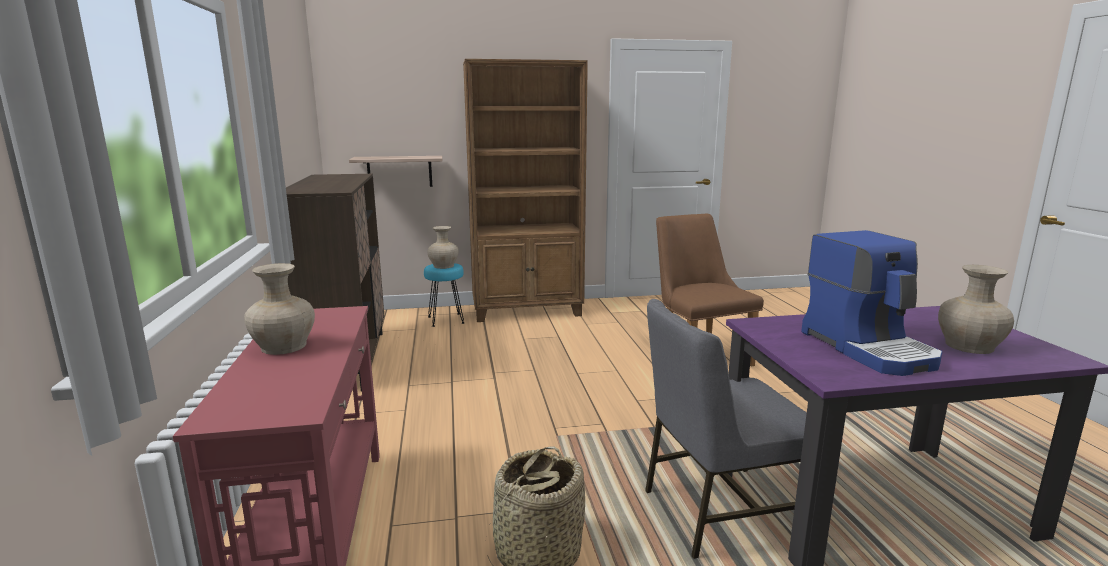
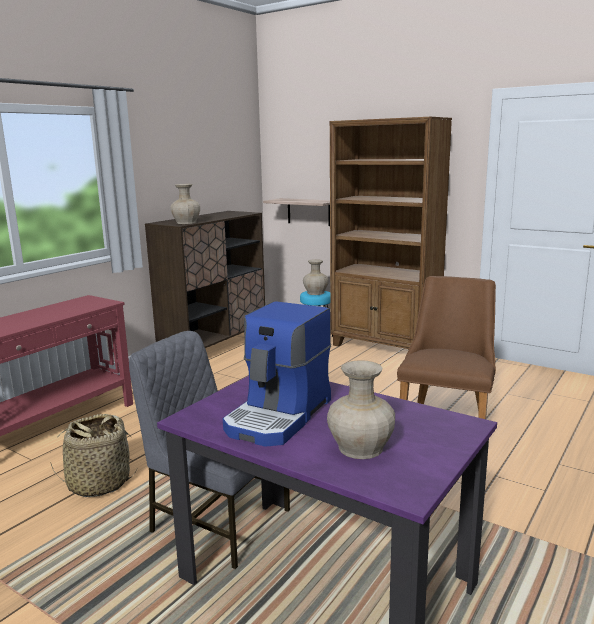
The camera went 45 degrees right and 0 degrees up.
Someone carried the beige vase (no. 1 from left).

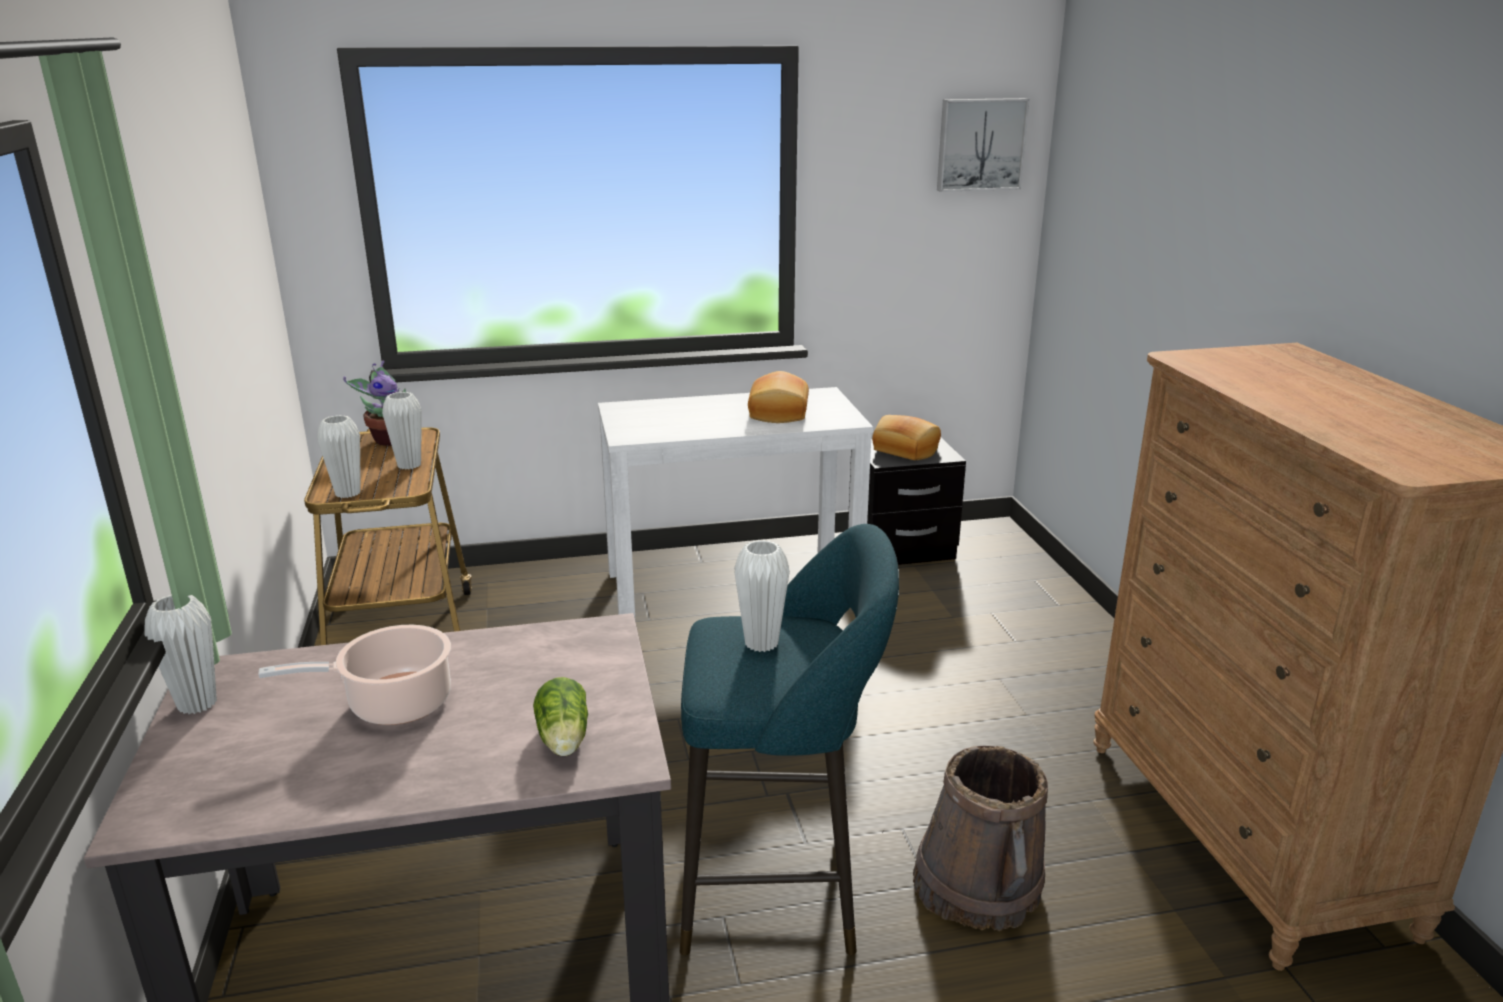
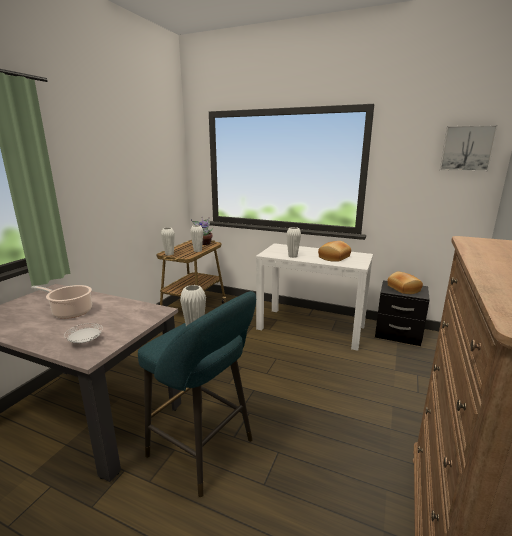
The camera went 35 degrees right and 5 degrees down.
Someone took away the brown bucket.
Someone carried the white vase (no. 1 from left in the first image).
Someone swapped the lettuce for the white plate.

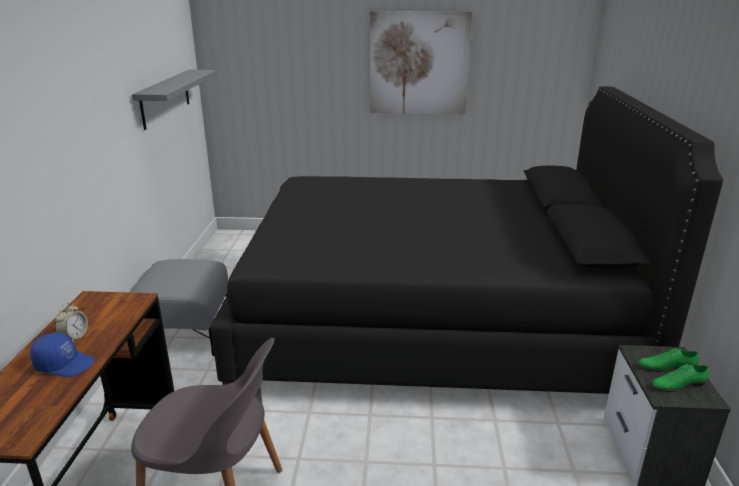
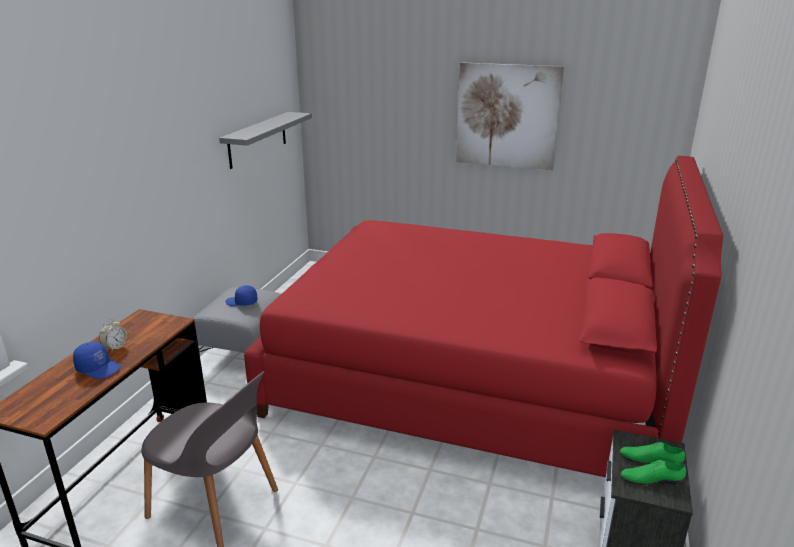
The camera went 15 degrees right and 0 degrees up.
Someone put down the blue cap (no. 2 from left).
Someone repainted the black bed, which became the red bed.

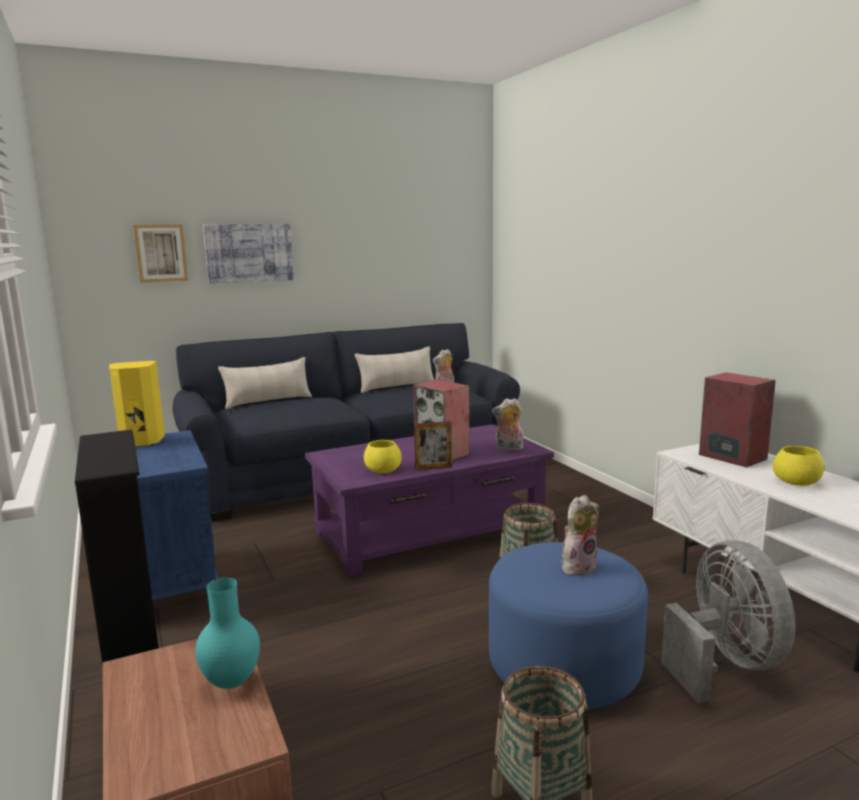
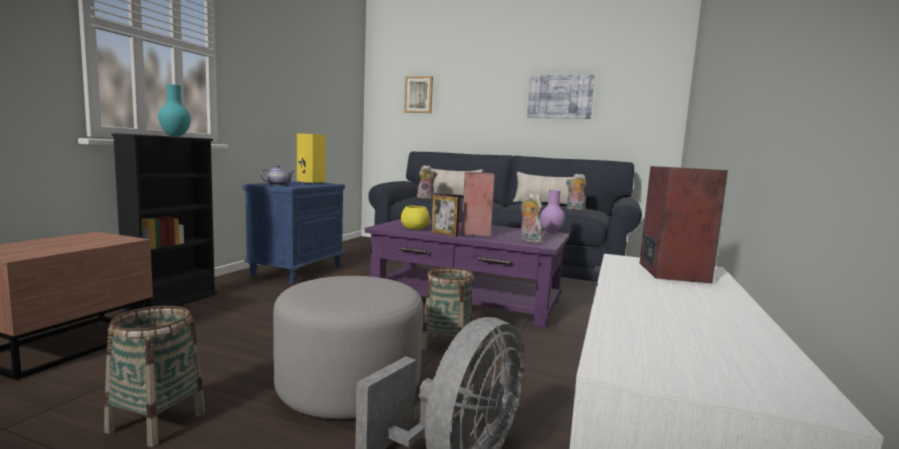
The camera went 45 degrees right and 5 degrees down.
Someone took away the yellow bowl (no. 2 from left).
Someone put down the teapot.
Someone put down the purple vase.
Someone carried the turquoise vase.
Someone carried the picture (no. 2 from left).
Someone carried the plush toy (no. 3 from left in the first image).
Someone repainted the blue ottoman, which became the grey ottoman.

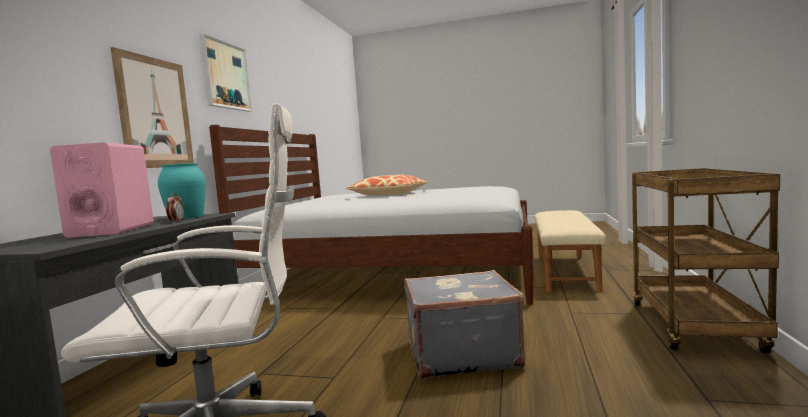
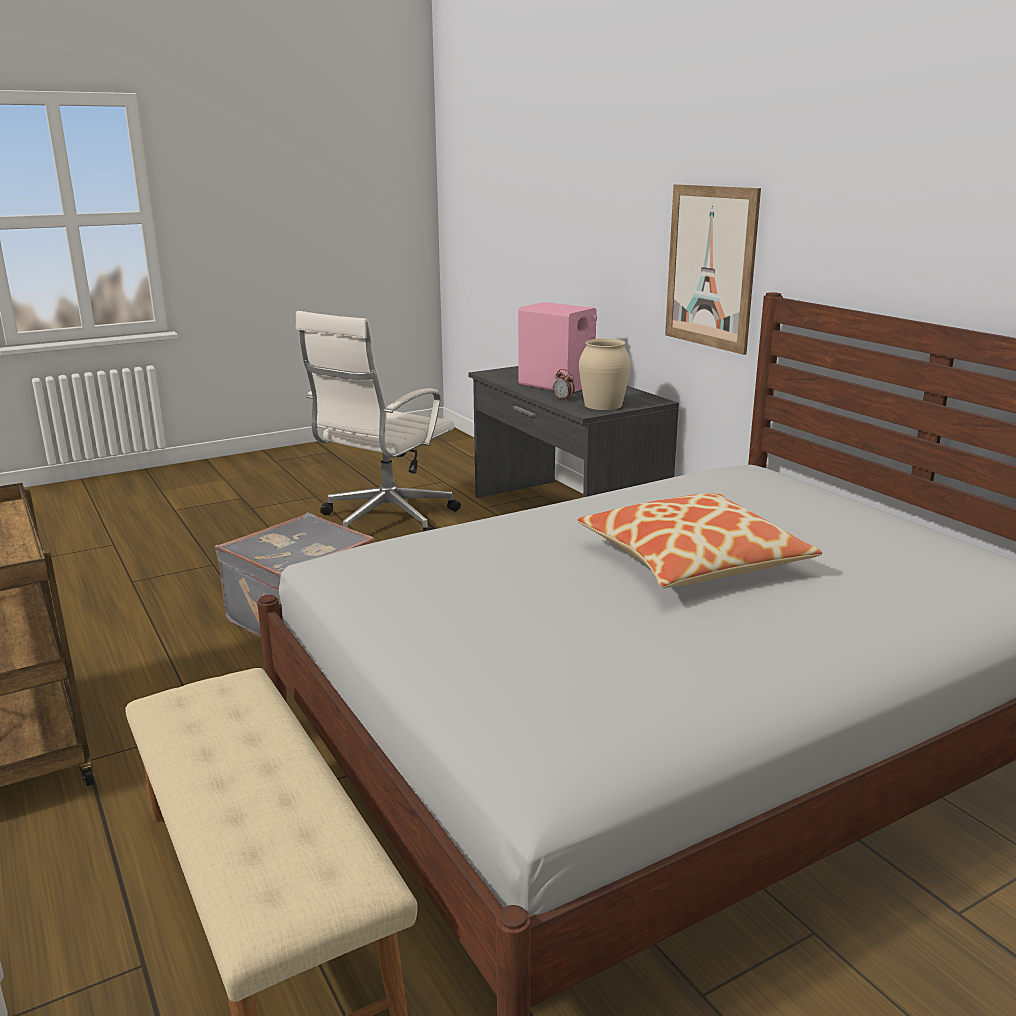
The camera went 135 degrees right and 15 degrees up.
Someone took away the picture (no. 2 from left).
Someone repainted the turquoise vase, which became the beige vase.

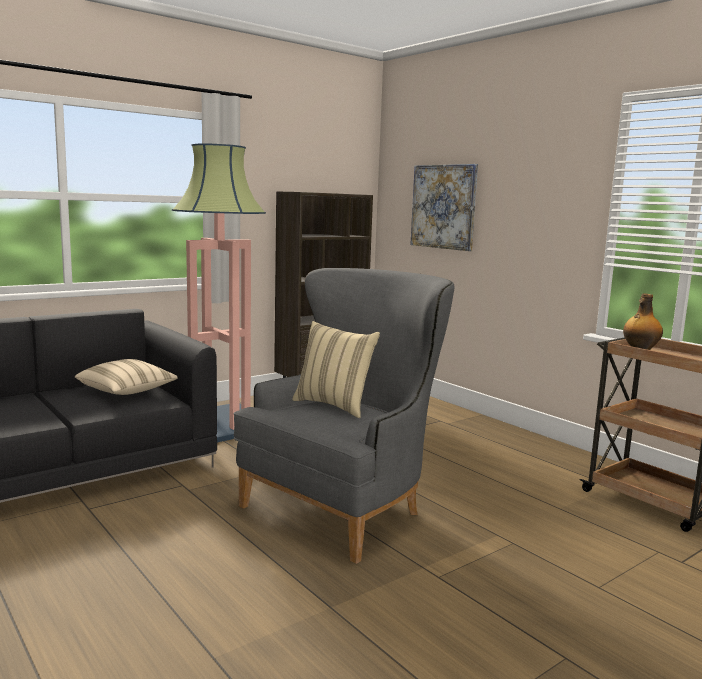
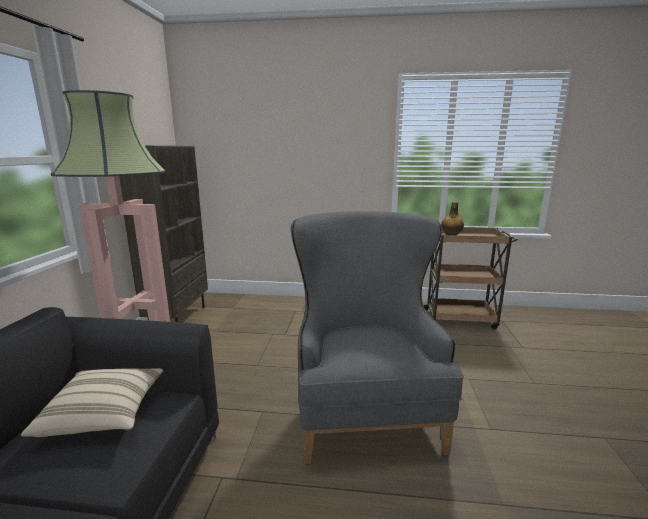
The camera went 45 degrees left and 5 degrees up.
Someone took away the beige pillow (no. 2 from left).
Someone took away the picture.

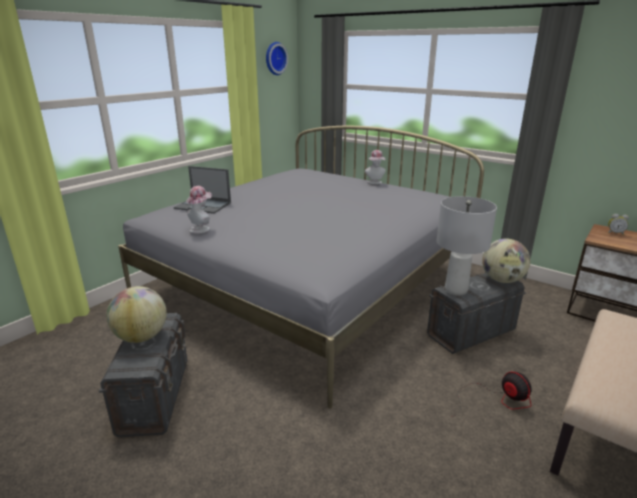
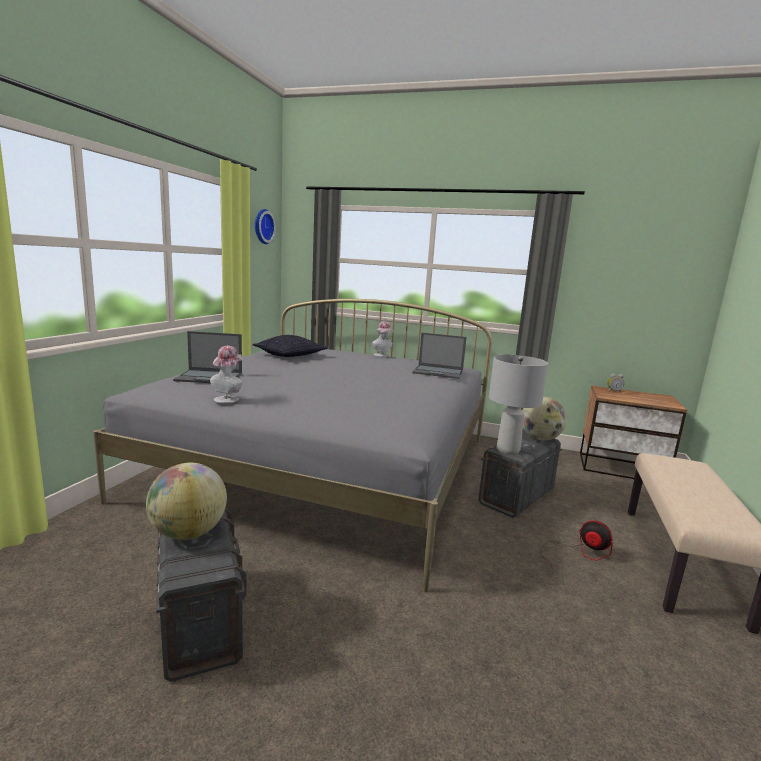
The camera went 20 degrees left and 10 degrees down.
Someone put down the pillow.
Someone put down the laptop (no. 2 from left).

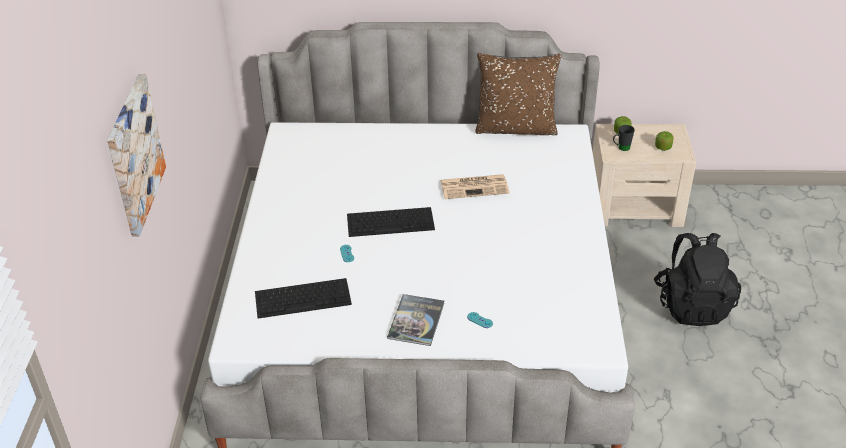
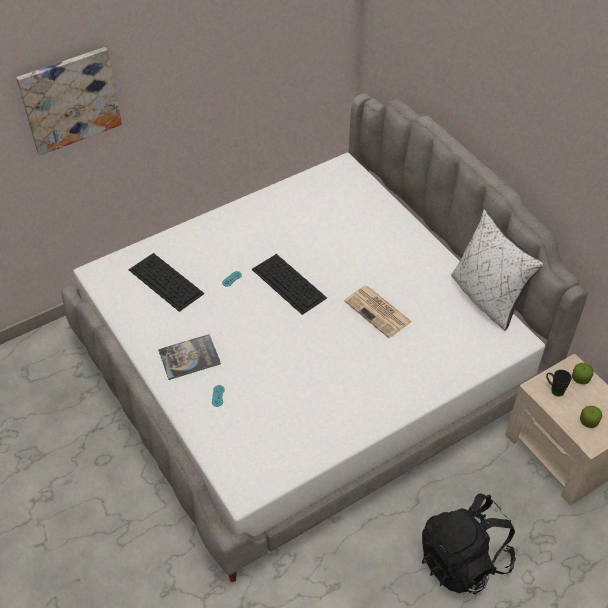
The camera went 55 degrees right and 10 degrees up.
Someone repainted the brown pillow, which became the white pillow.

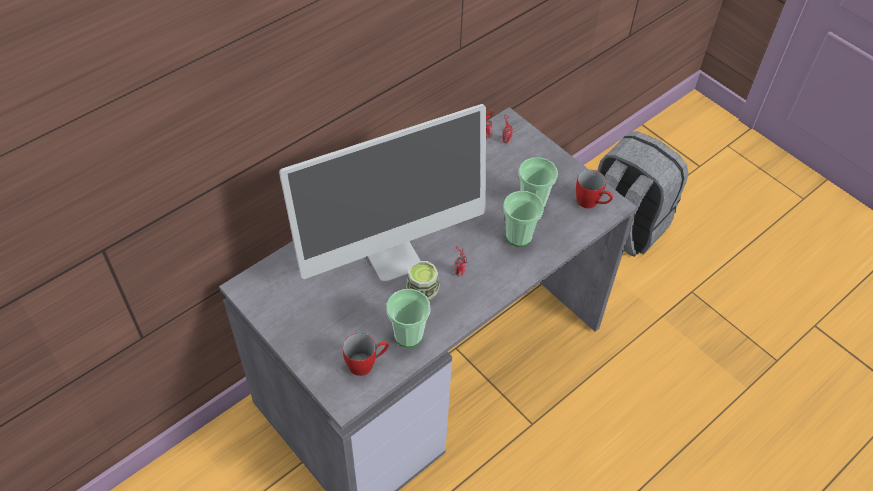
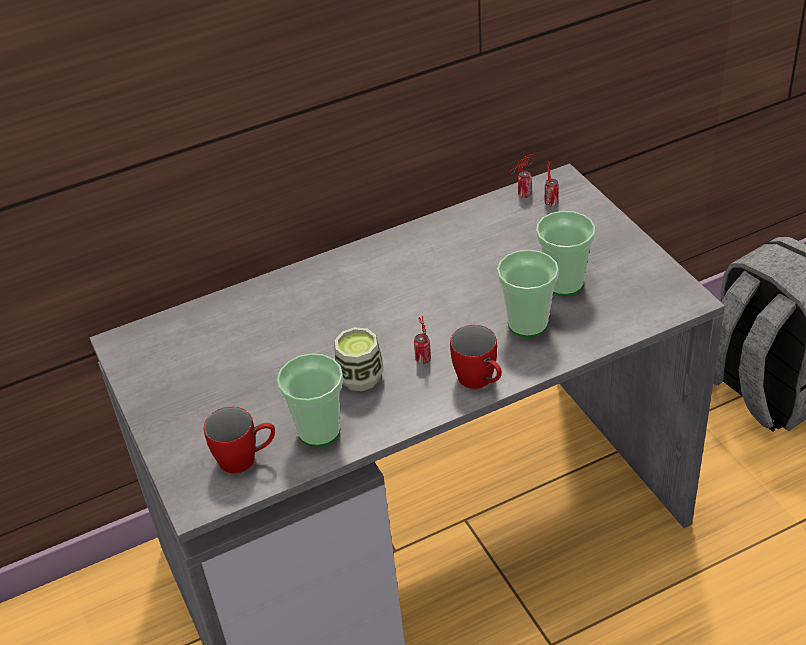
The camera went 20 degrees right and 10 degrees down.
Someone took away the monitor.
Someone carried the red mug (no. 2 from left).

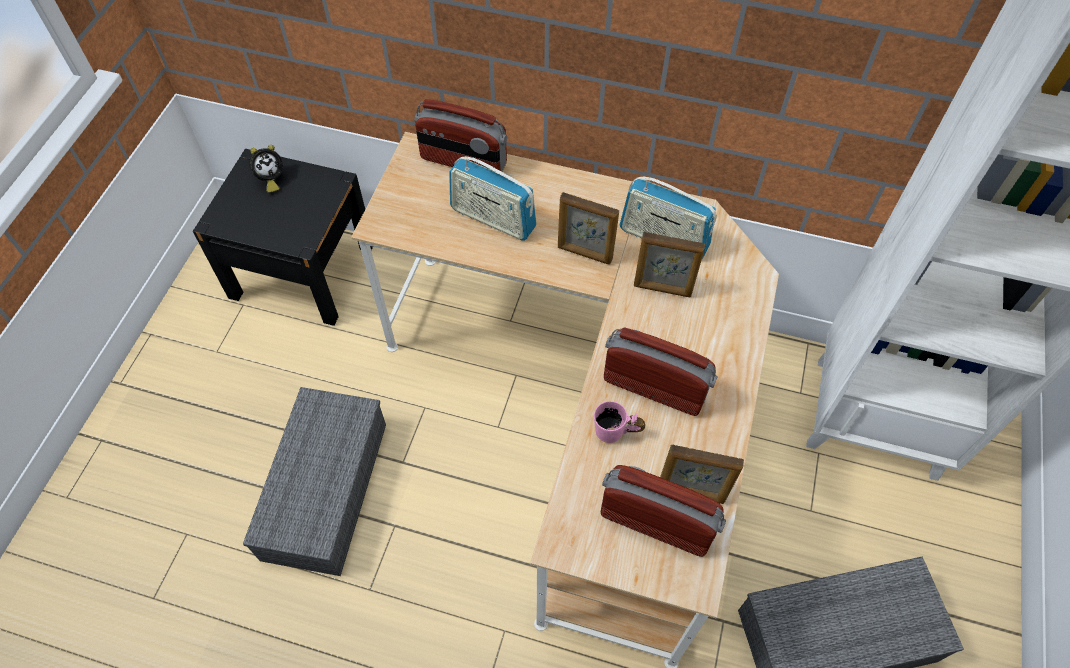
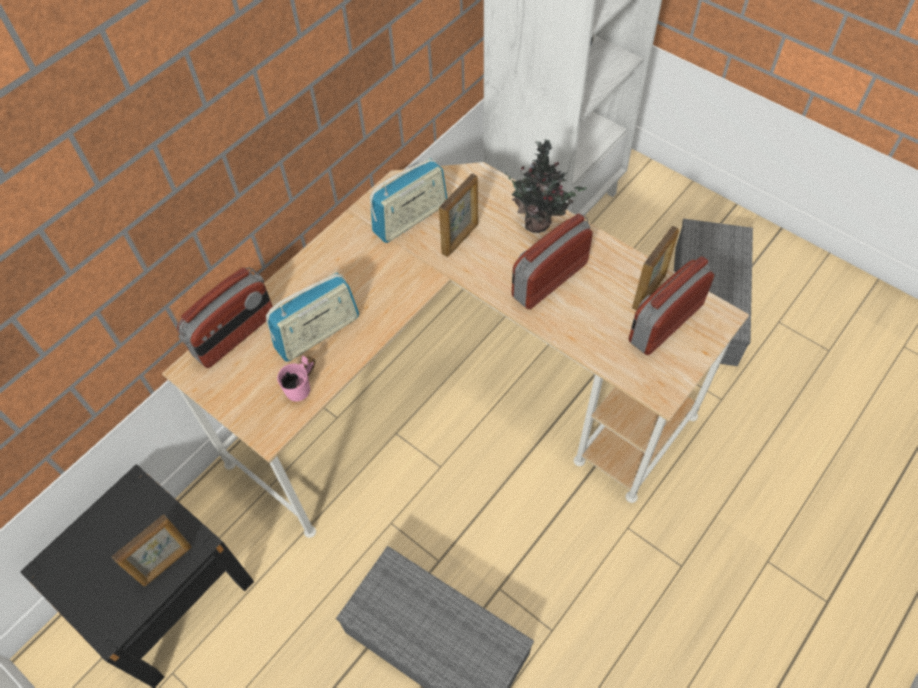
The camera went 65 degrees left and 0 degrees up.
Someone took away the alarm clock.
Someone put down the potted plant.
Someone carried the picture frame (no. 1 from left).
Someone carried the pink mug.

